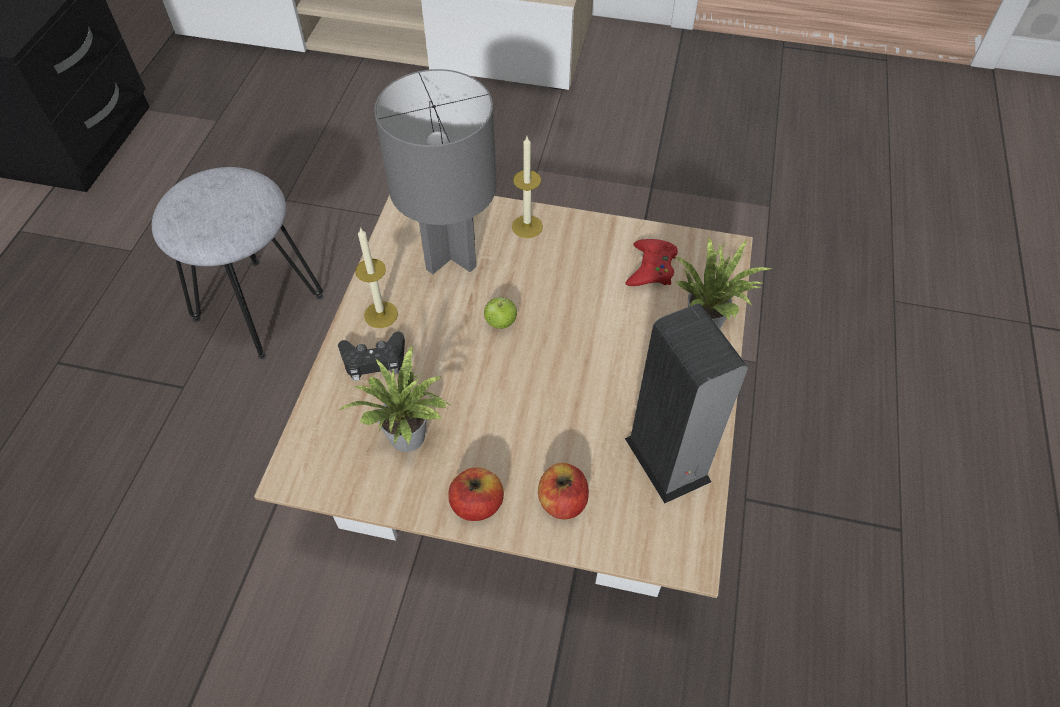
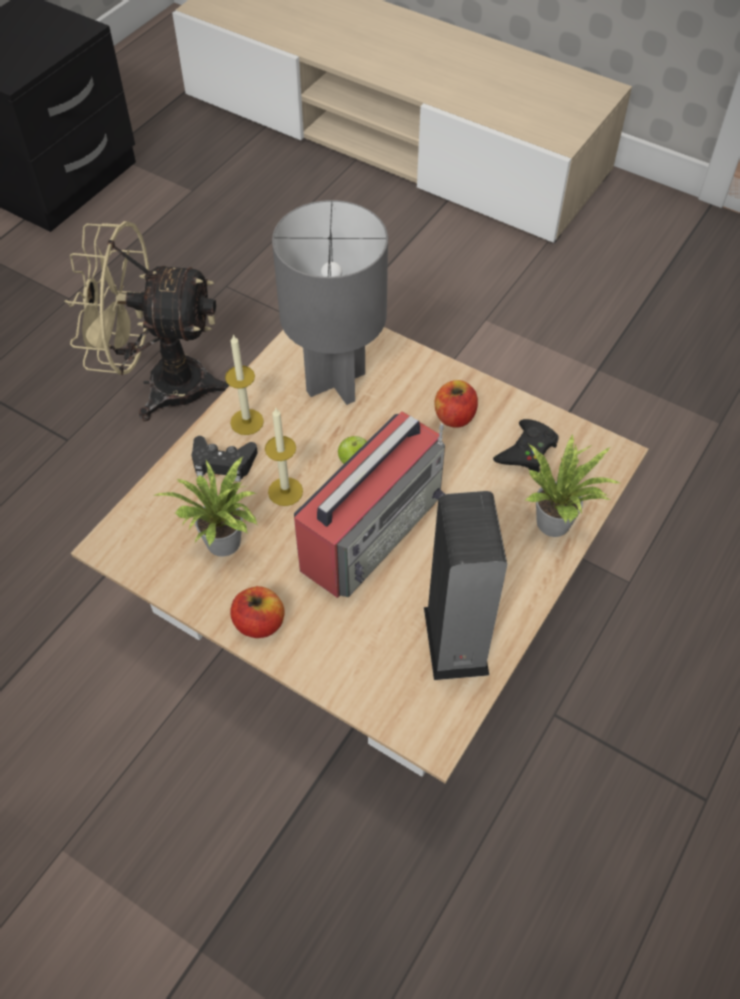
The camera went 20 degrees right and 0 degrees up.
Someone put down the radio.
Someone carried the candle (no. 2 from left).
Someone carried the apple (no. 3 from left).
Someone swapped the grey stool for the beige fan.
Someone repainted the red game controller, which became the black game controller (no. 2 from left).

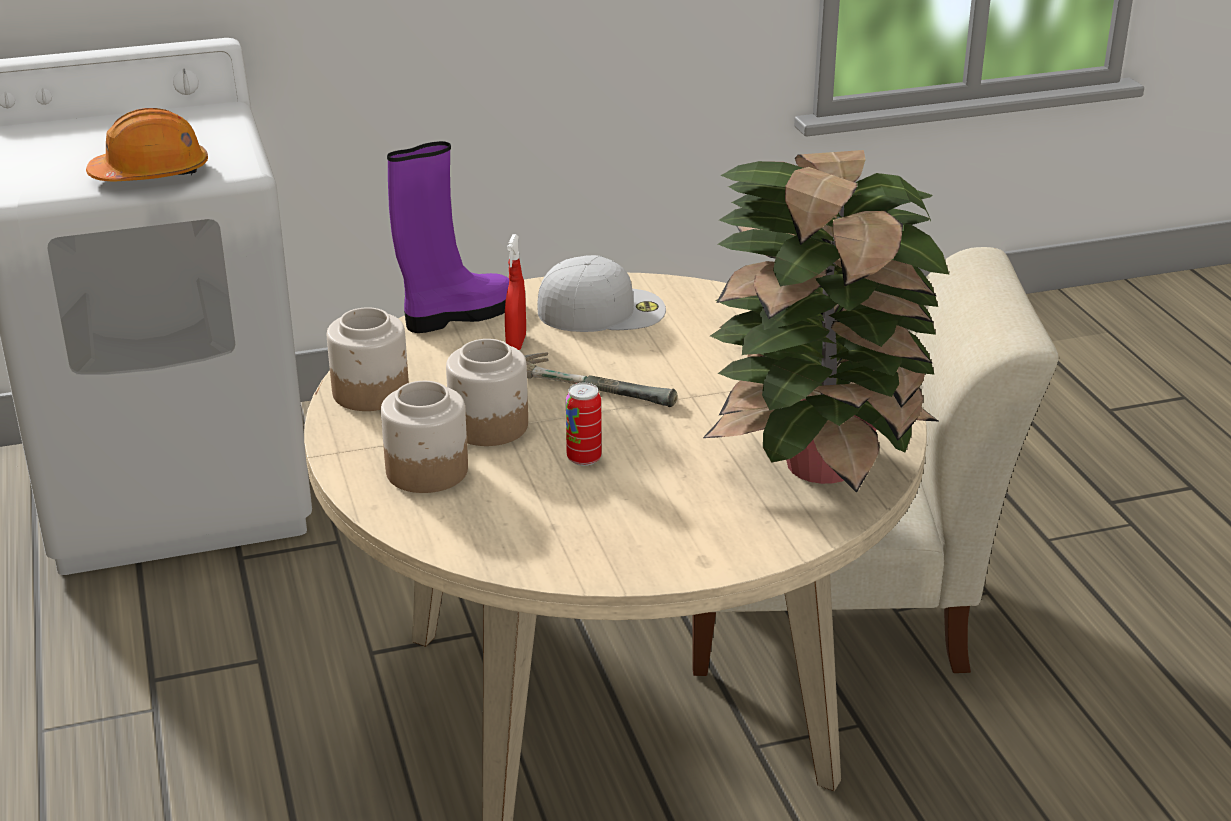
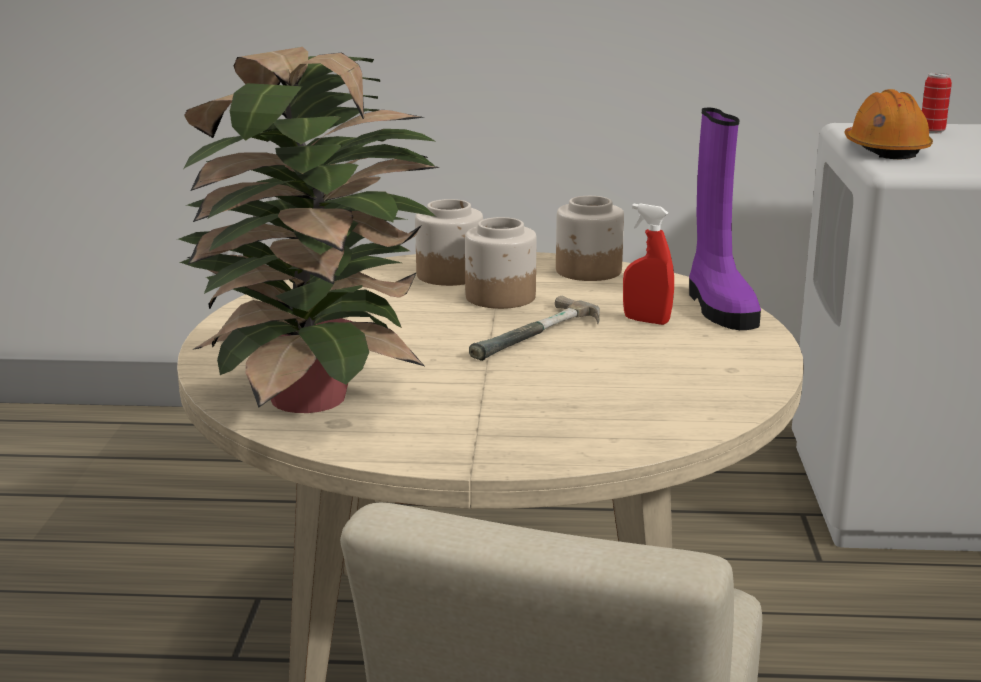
The camera went 110 degrees right and 10 degrees down.
Someone took away the white cap.
Someone carried the can.

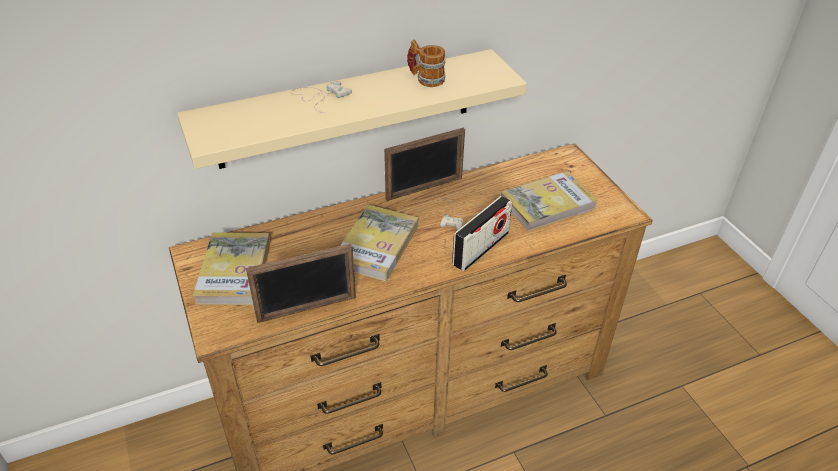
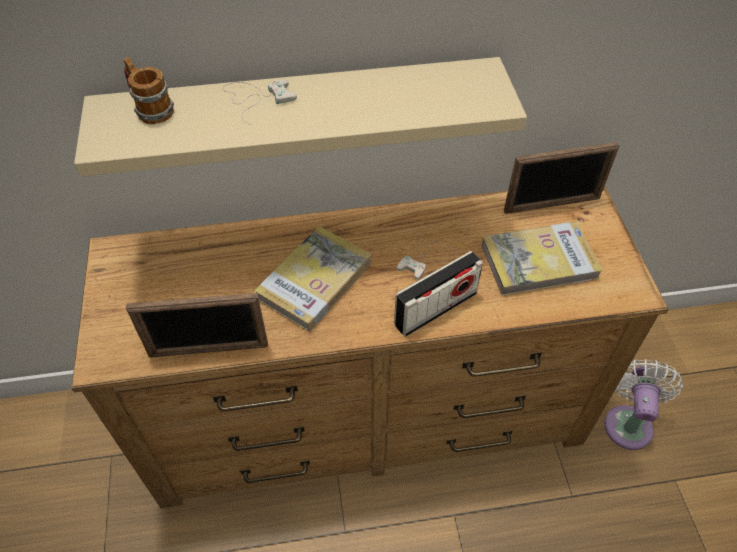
The camera went 15 degrees right and 10 degrees up.
Someone took away the book (no. 1 from left).
Someone put down the white fan.
Someone carried the picture frame (no. 2 from left).
Someone carried the mug.

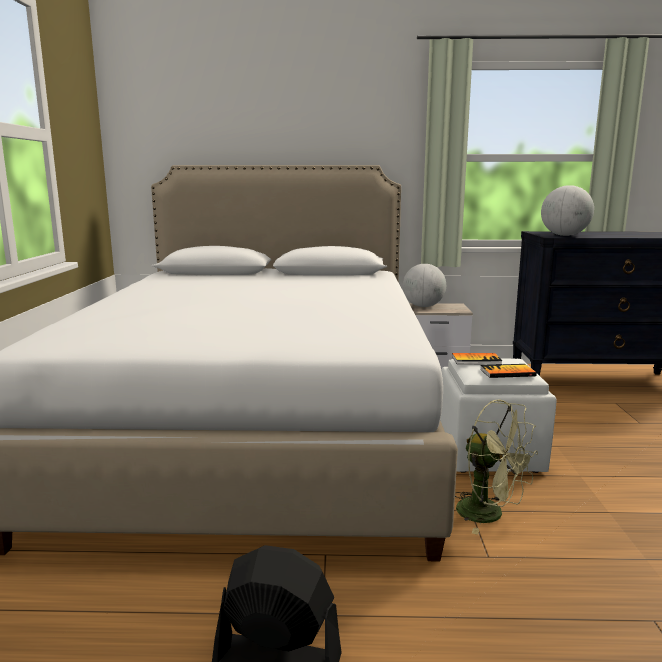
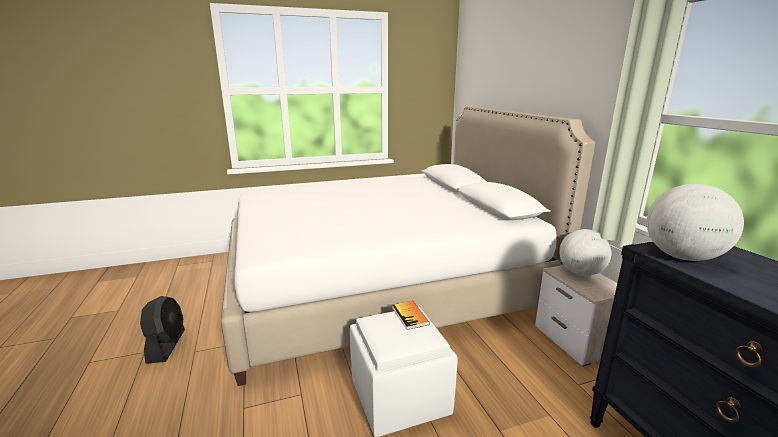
The camera went 70 degrees right and 5 degrees up.
Someone took away the green fan.
Someone took away the book (no. 2 from left).

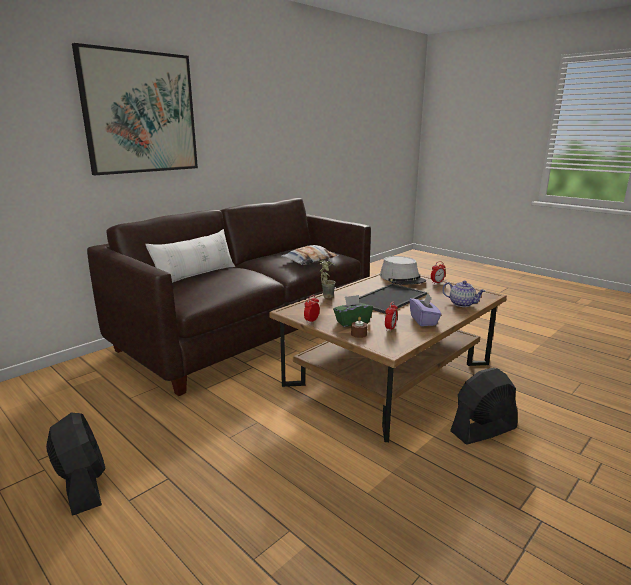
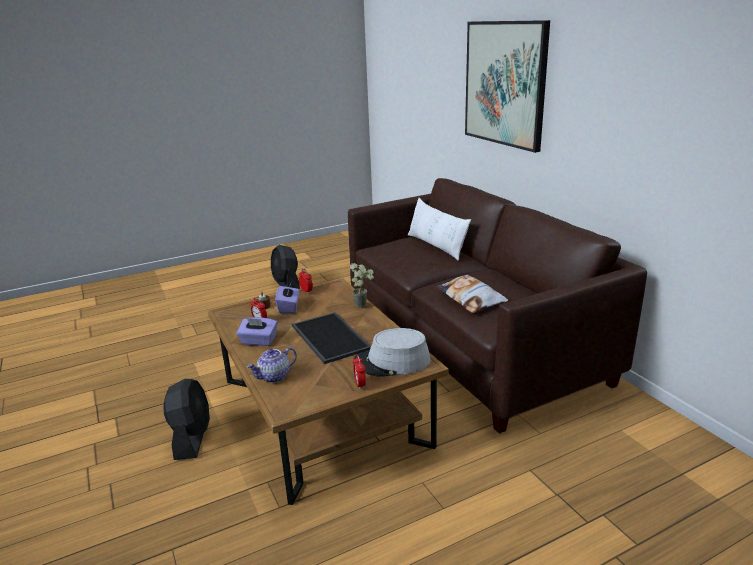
The camera went 110 degrees right and 5 degrees up.
Someone repainted the green tissue box, which became the purple tissue box (no. 2 from left).
Someone rotated the black fan (no. 1 from left in the first image) by 75 degrees clockwise.

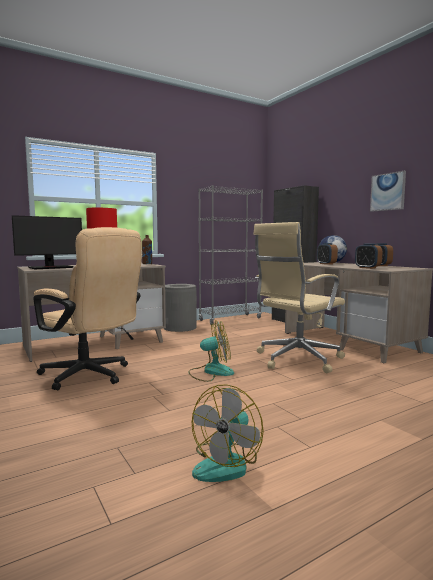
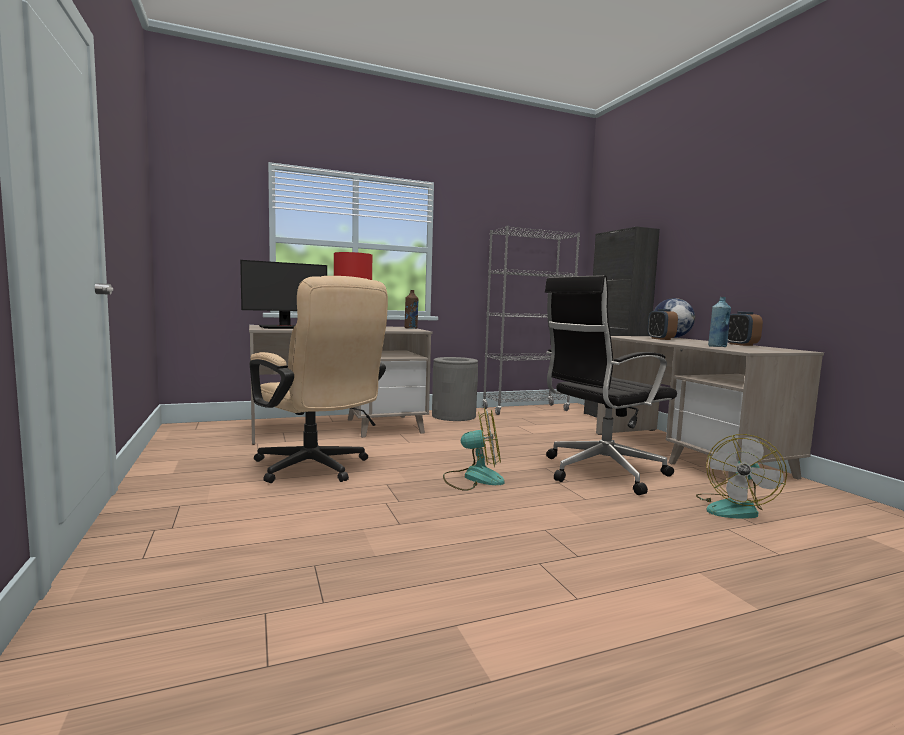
The camera went 10 degrees right and 0 degrees up.
Someone took away the picture.
Someone carried the fan (no. 2 from left).
Someone swapped the alarm clock (no. 2 from left) for the blue bottle.
Someone repainted the beige office chair (no. 2 from left), which became the black office chair.

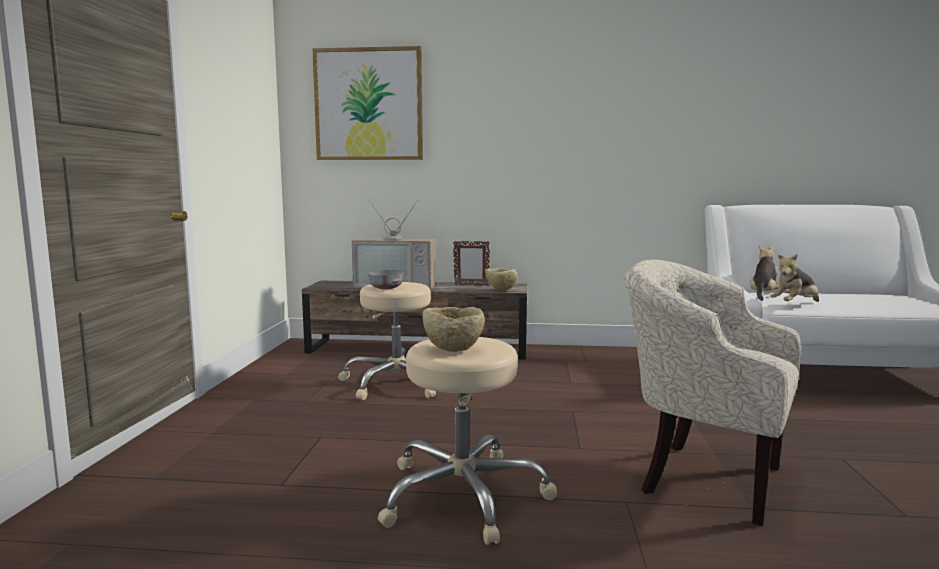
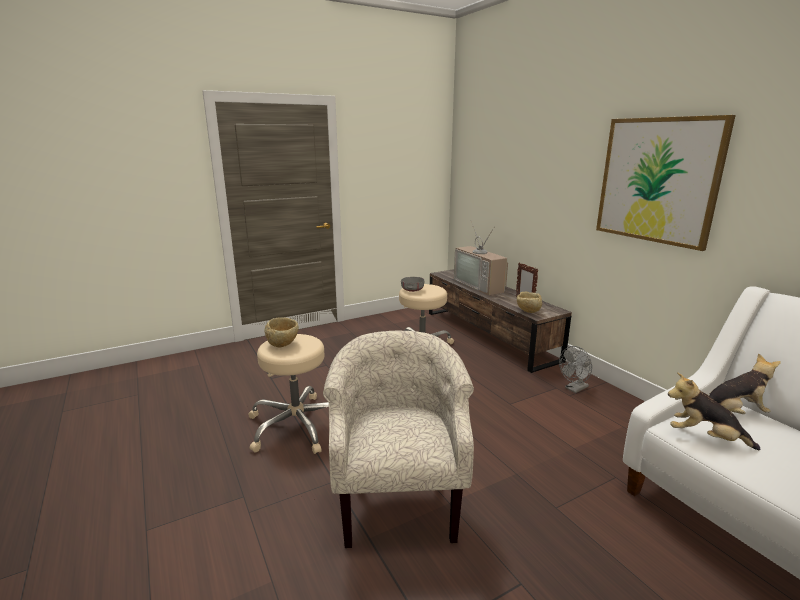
The camera went 55 degrees right and 10 degrees up.
Someone put down the grey fan.
Someone carried the picture.

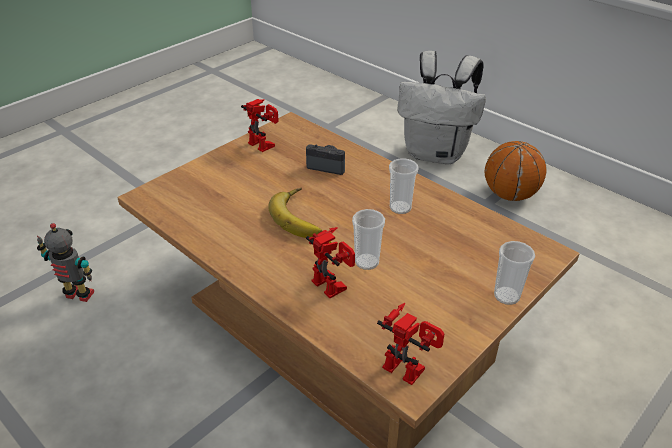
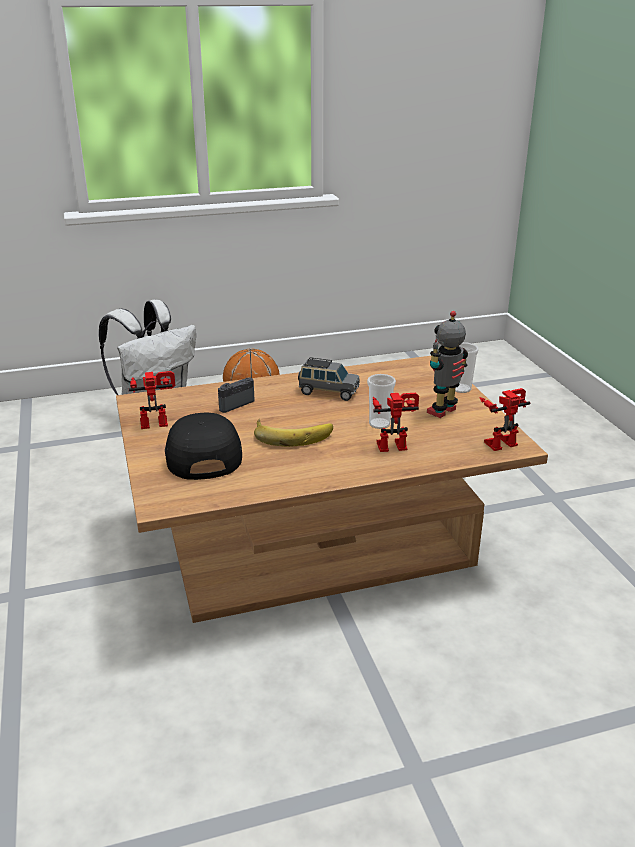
The camera went 60 degrees left and 10 degrees down.
Someone put down the black cap.
Someone carried the toy robot (no. 1 from left in the first image).
Someone swapped the cup (no. 2 from left) for the grey toy car.

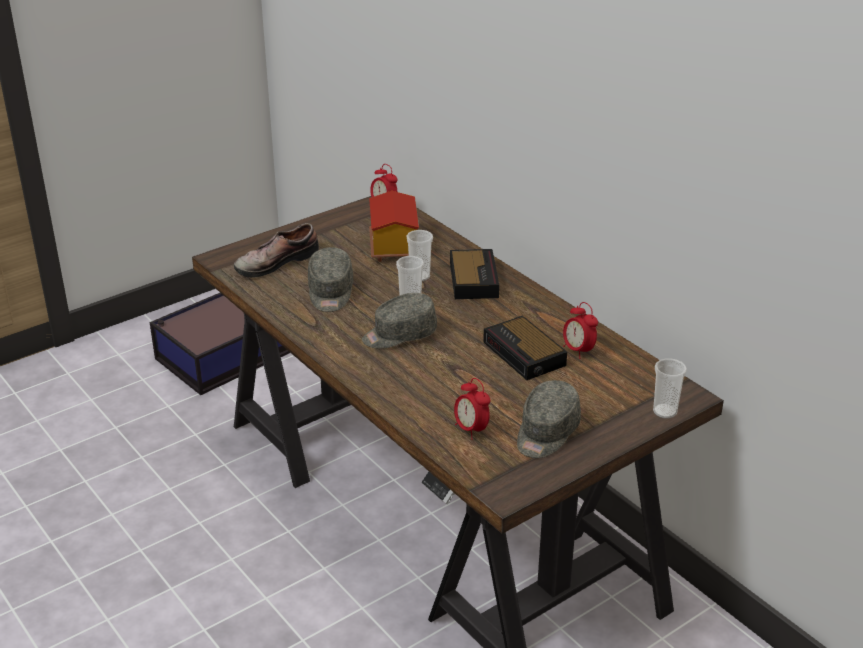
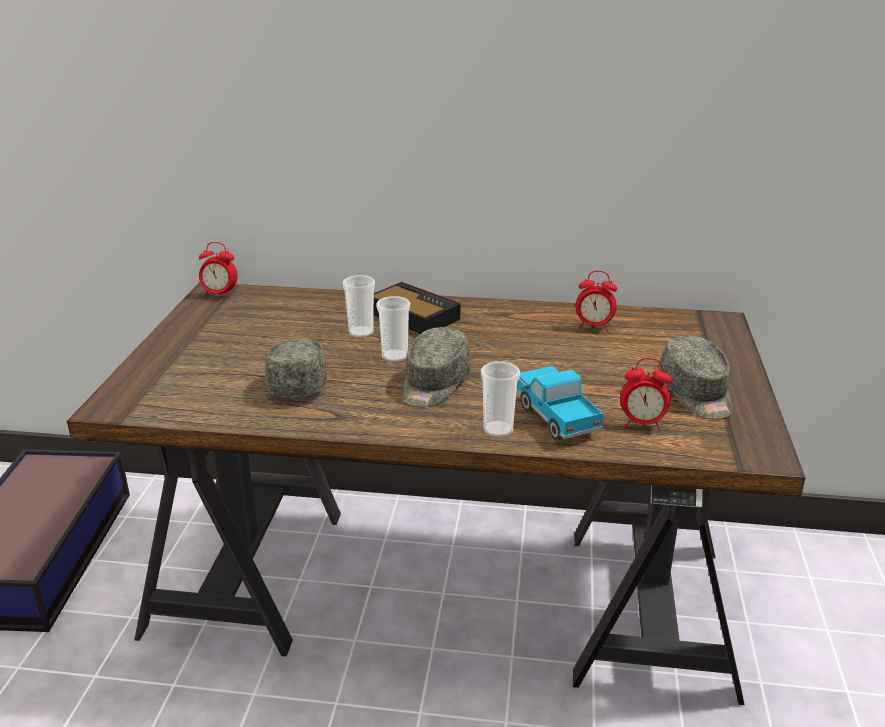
The camera went 45 degrees left and 5 degrees down.
Someone took away the shoe.
Someone took away the toy house.
Someone took away the alarm clock (no. 4 from left).
Someone put down the toy truck.
Someone carried the cup (no. 3 from left).
Someone rotated the grey cap (no. 1 from left) by 135 degrees counterclockwise.

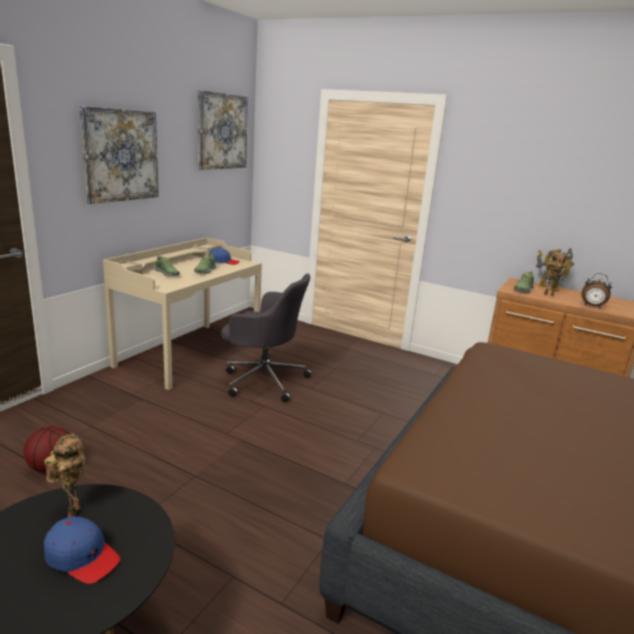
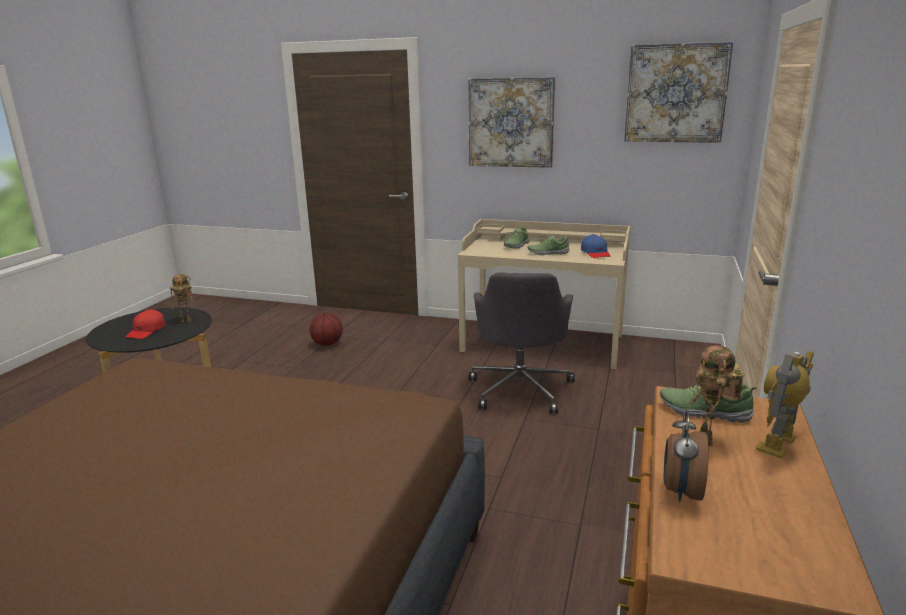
The camera went 80 degrees right and 0 degrees up.
Someone repainted the blue cap (no. 1 from left), which became the red cap.

